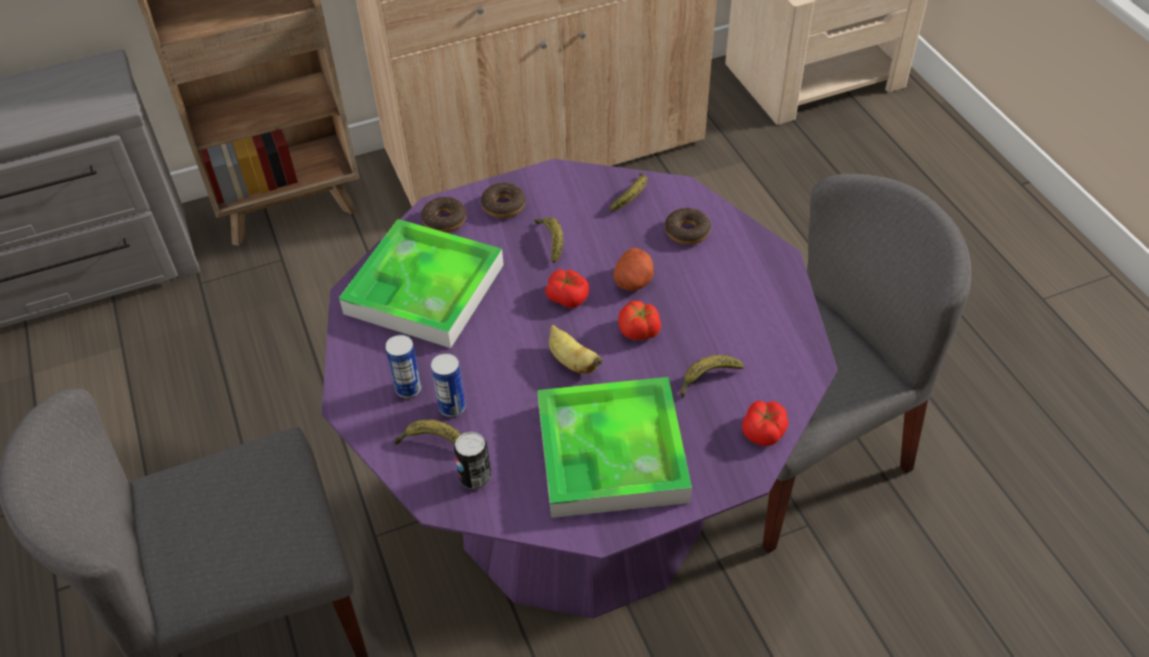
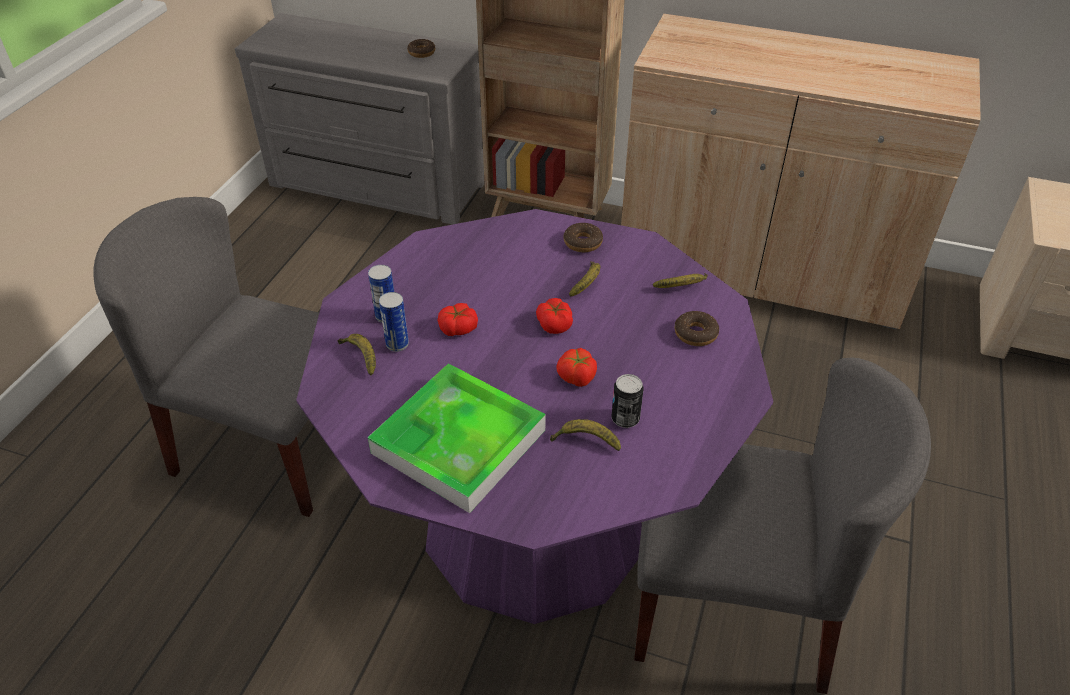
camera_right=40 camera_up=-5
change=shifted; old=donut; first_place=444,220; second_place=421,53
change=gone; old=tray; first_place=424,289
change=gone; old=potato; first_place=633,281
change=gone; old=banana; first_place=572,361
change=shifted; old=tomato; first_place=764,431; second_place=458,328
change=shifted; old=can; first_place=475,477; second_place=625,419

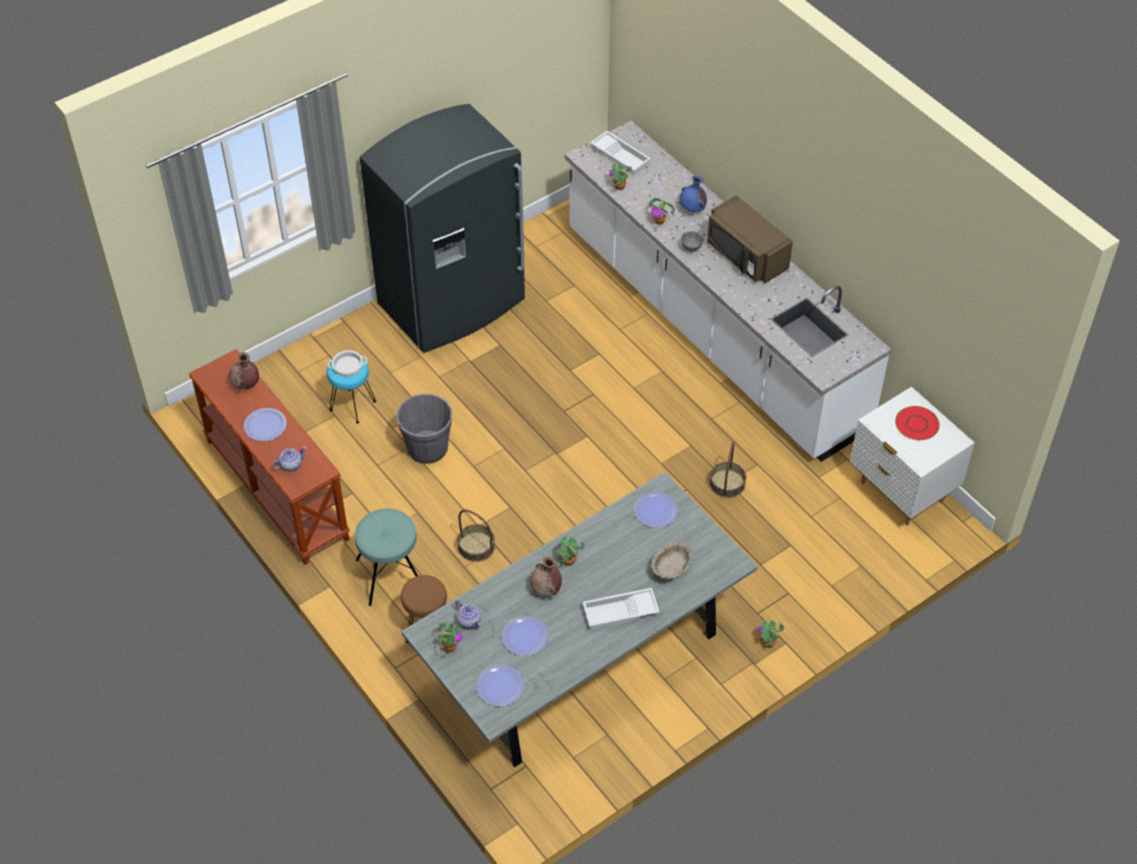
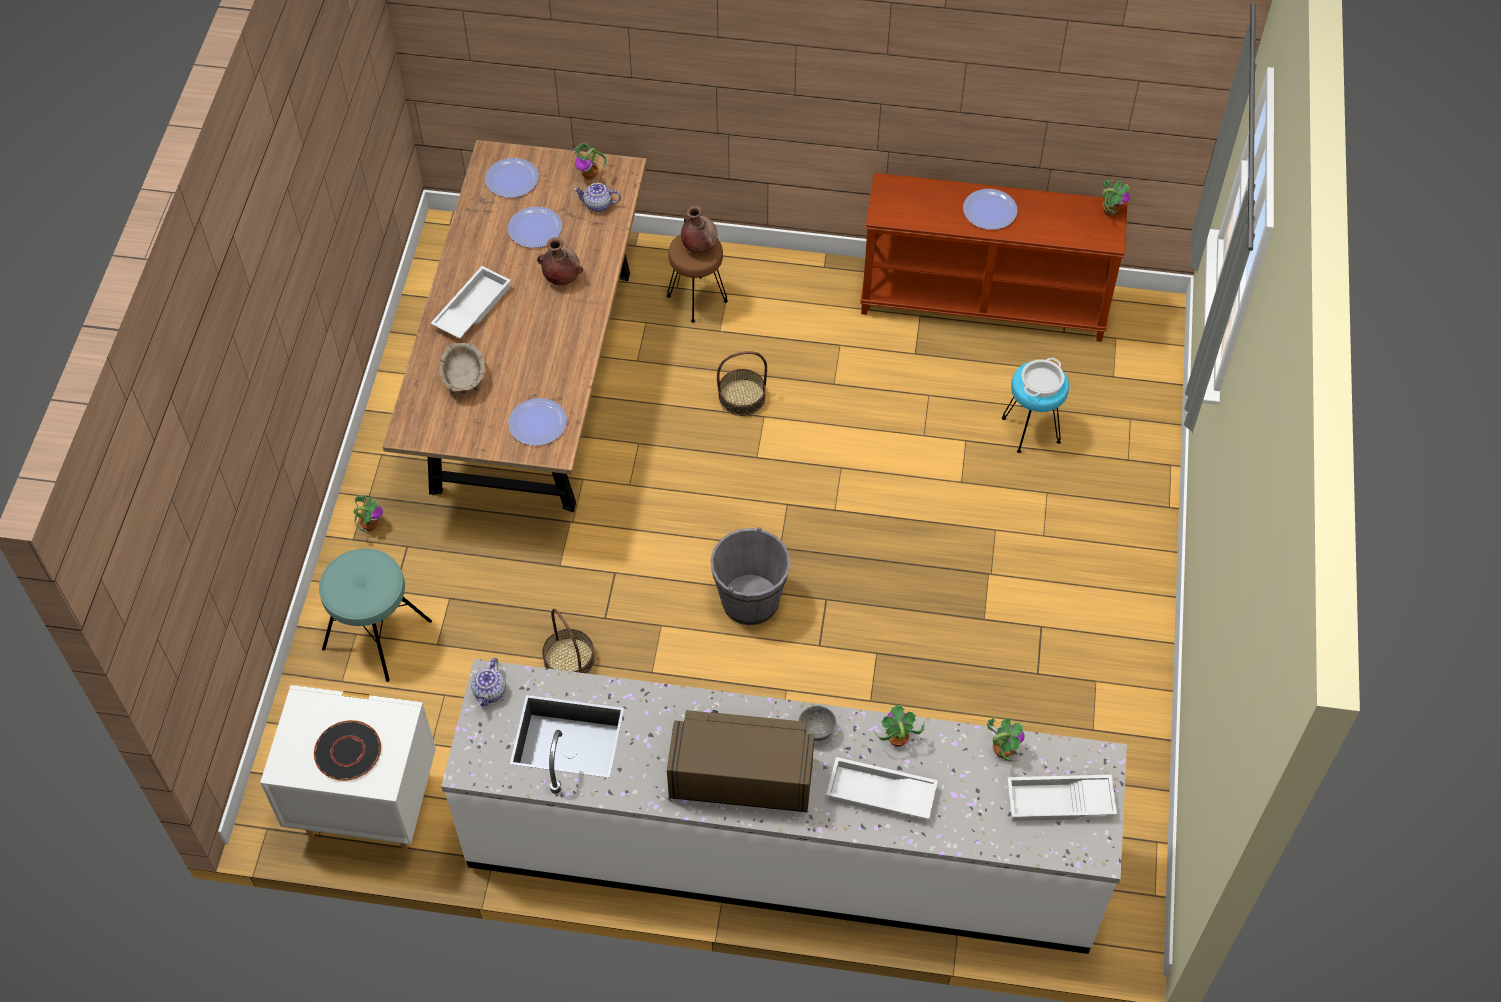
camera_right=135 camera_up=5
change=gone; old=fridge (grey); first_place=453,304
change=swapped; old=vase (blue); new=tray (white); first_place=692,209; second_place=879,795
change=shifted; old=vase (brown); first_place=246,384; second_place=699,246
change=shifted; old=bucket (grey); first_place=427,448; second_place=750,601
change=repainted; old=plate (red); new=plate (black); first_place=917,424; second_place=347,752
change=shifted; old=teapot; first_place=291,465; second_place=490,692
change=repainted; old=dining table (grey); new=dining table (brown); first_place=581,658; second_place=534,379
change=shifted; old=stool (turquoise); first_place=390,575; second_place=377,634
change=shifted; old=potted plant; first_place=568,561; second_place=1109,211

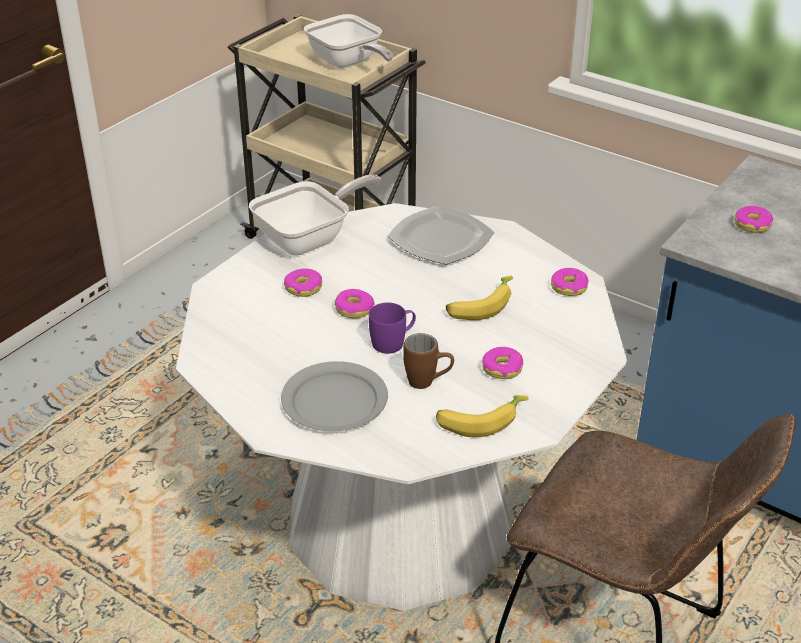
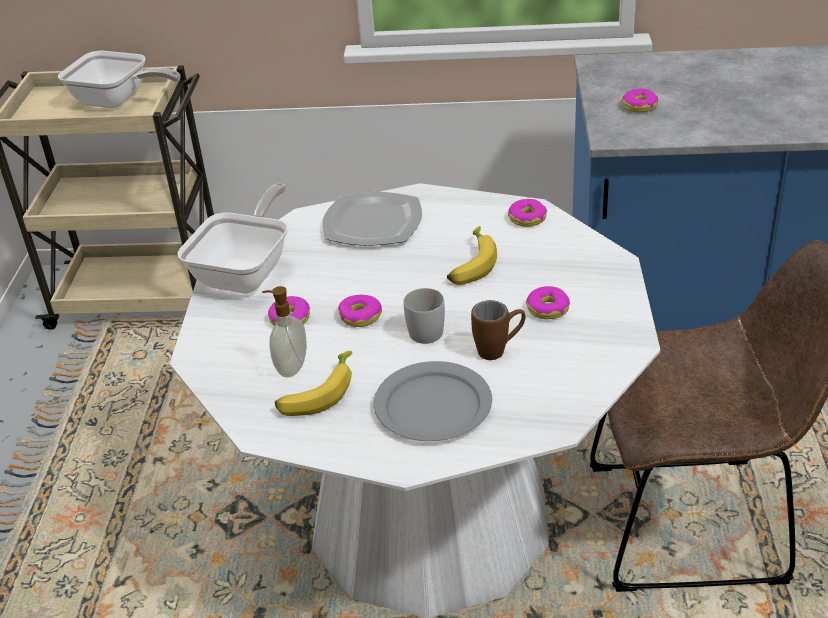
camera_right=-30 camera_up=0
change=repainted; old=mug (purple); new=mug (white); first_place=393,342; second_place=429,329
change=shifted; old=banana; first_place=480,420; second_place=317,393
change=new; new=soap dispenser; second_place=290,367

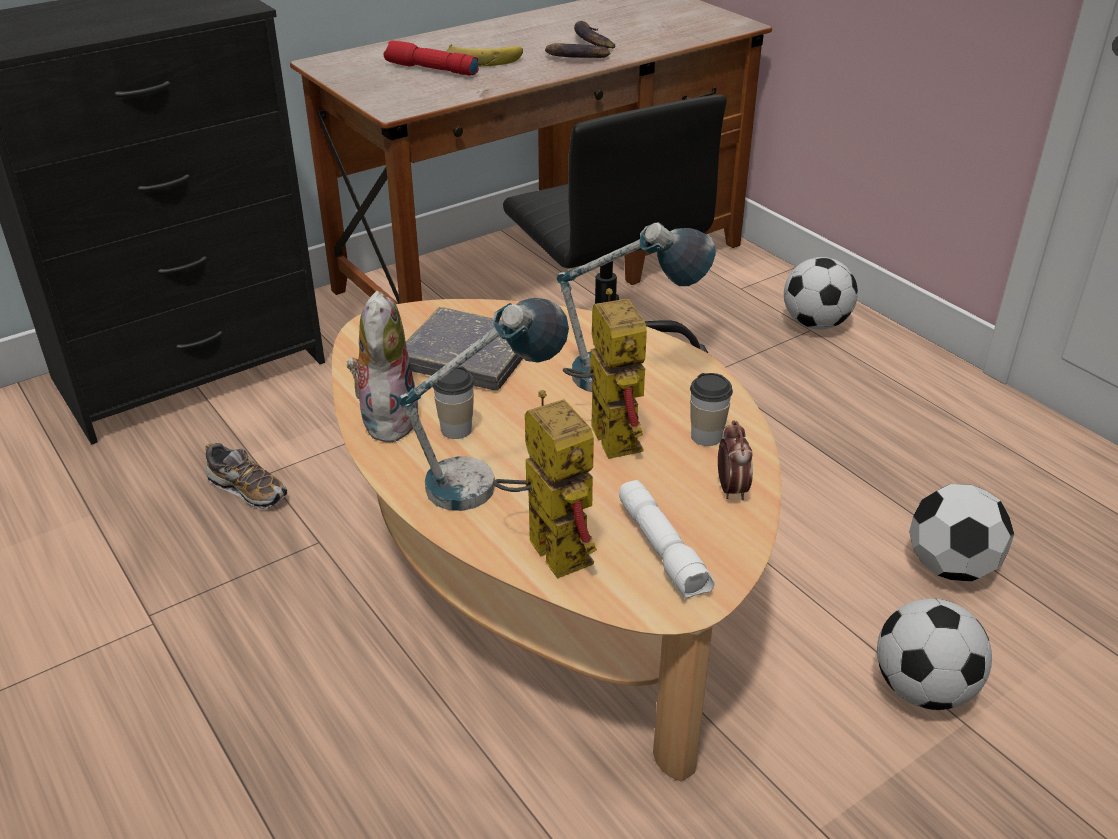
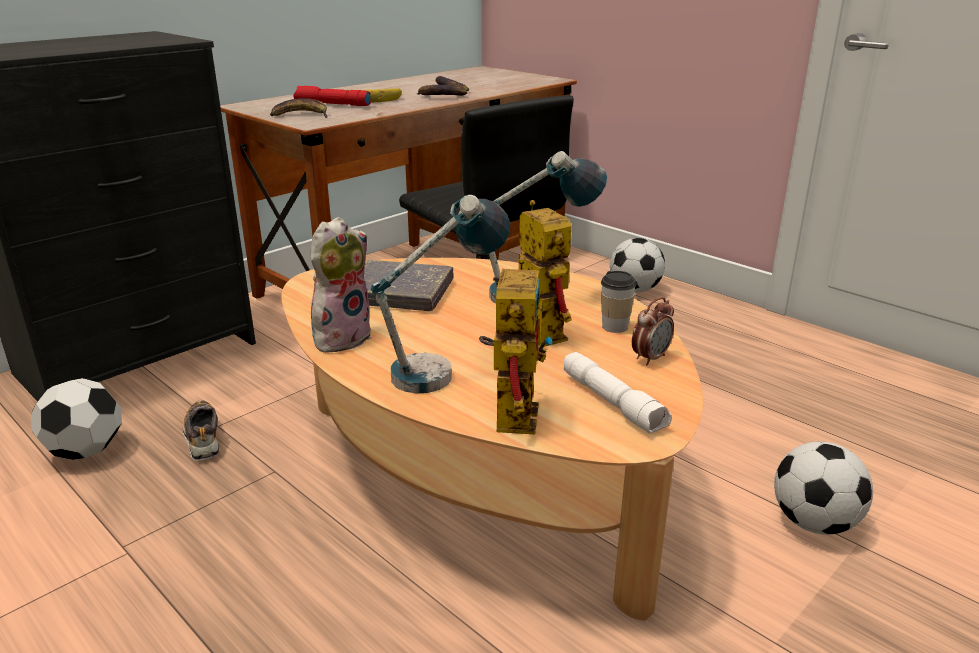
camera_right=-10 camera_up=-10
change=rotated; old=plush toy; first_place=387,419; second_place=342,337; degrees=45
change=gone; old=cup; first_place=456,429
change=rotated; old=toy robot; first_place=547,545; second_place=512,410; degrees=45
change=rotated; old=alarm clock; first_place=731,489; second_place=650,358; degrees=60
change=rotated; old=shoe; first_place=248,490; second_place=203,439; degrees=-135
change=shifted; old=football; first_place=951,567; second_place=86,451
change=new; new=banana; second_place=301,115

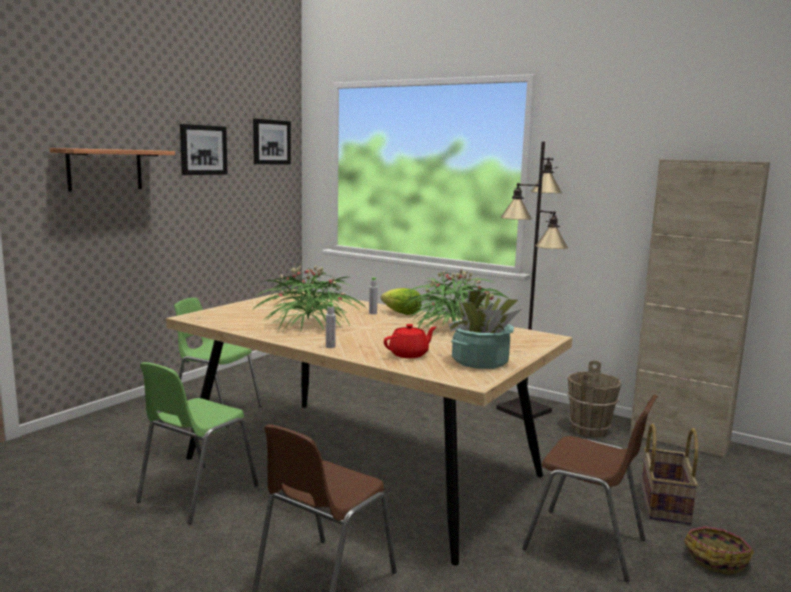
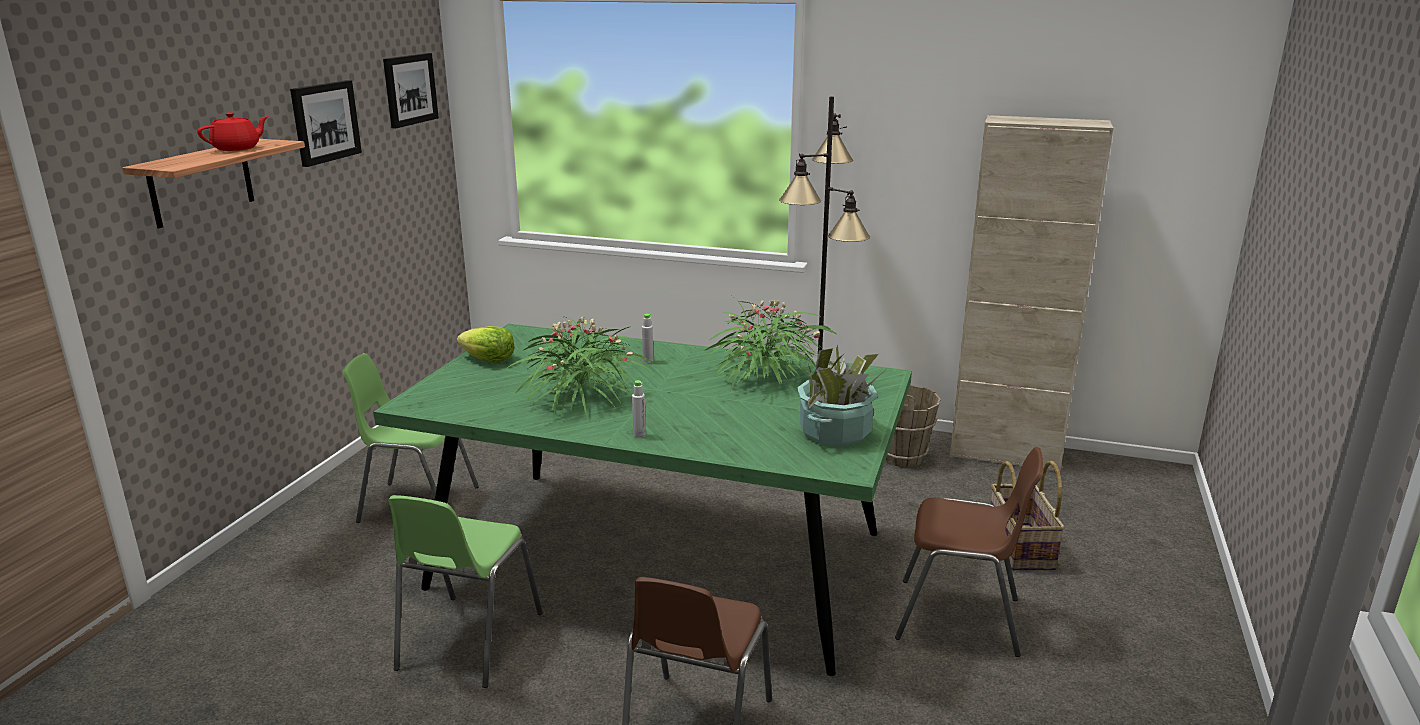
camera_right=-15 camera_up=10
change=shifted; old=lettuce; first_place=401,313; second_place=488,360
change=repainted; old=dining table (beige); new=dining table (green); first_place=360,467; second_place=657,560
change=shifted; old=teapot (red); first_place=409,354; second_place=237,148
change=gone; old=basket; first_place=716,558

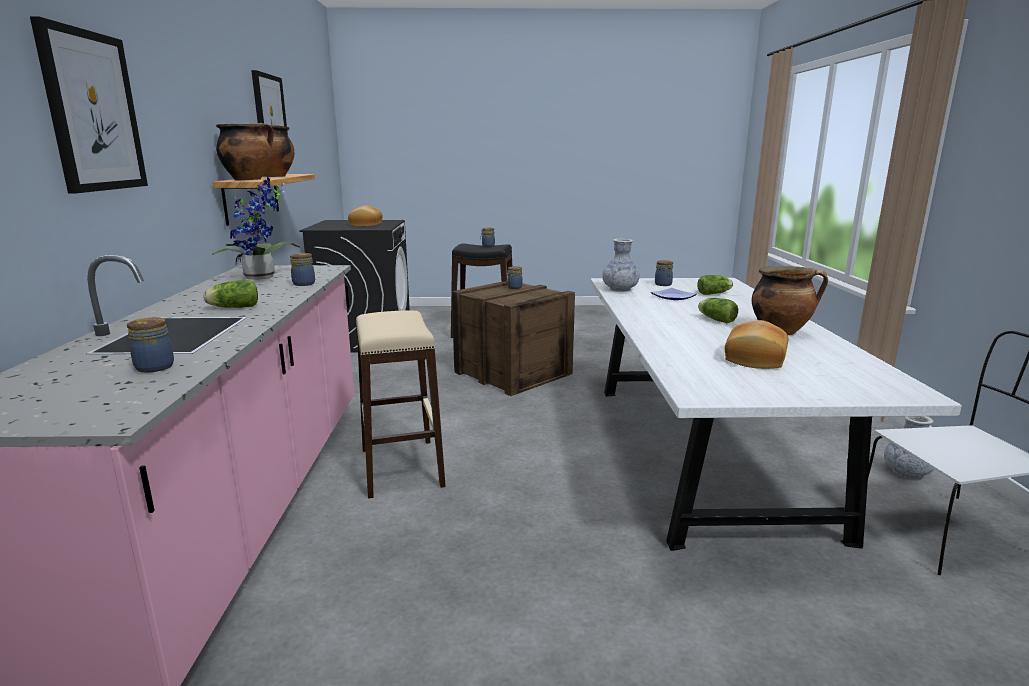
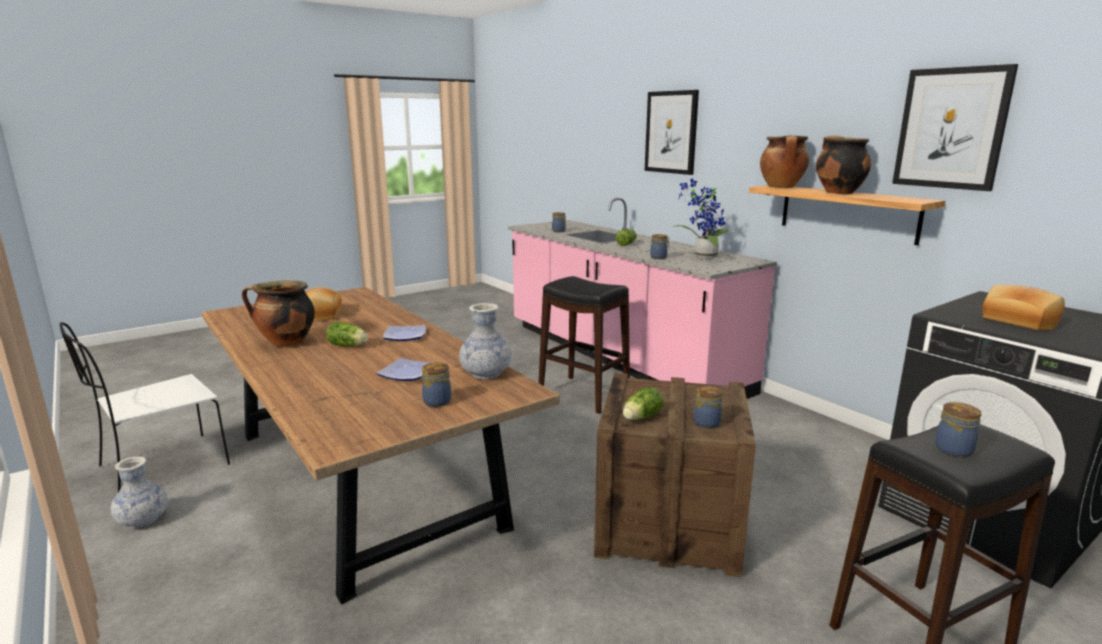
camera_right=145 camera_up=0
change=shifted; old=lettuce; first_place=714,293; second_place=640,417
change=repainted; old=dining table (white); new=dining table (brown); first_place=702,451; second_place=362,478
change=repainted; old=stool (beige); new=stool (black); first_place=401,467; second_place=584,394
change=new; new=plate; second_place=405,336

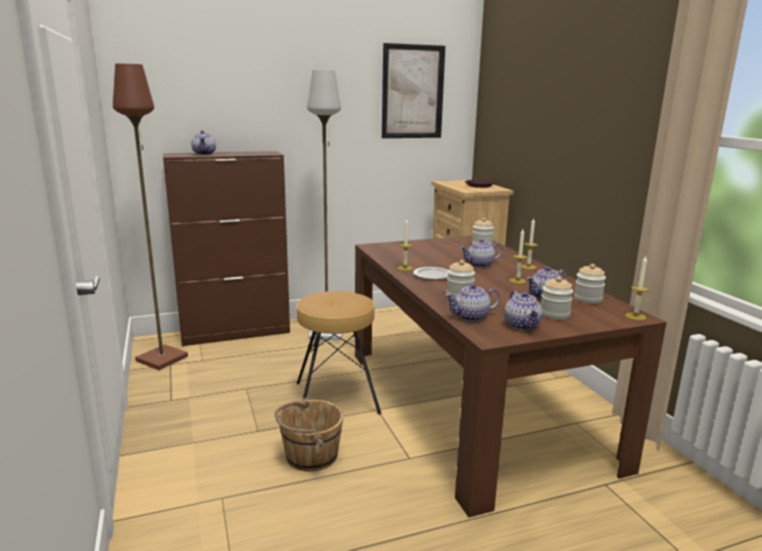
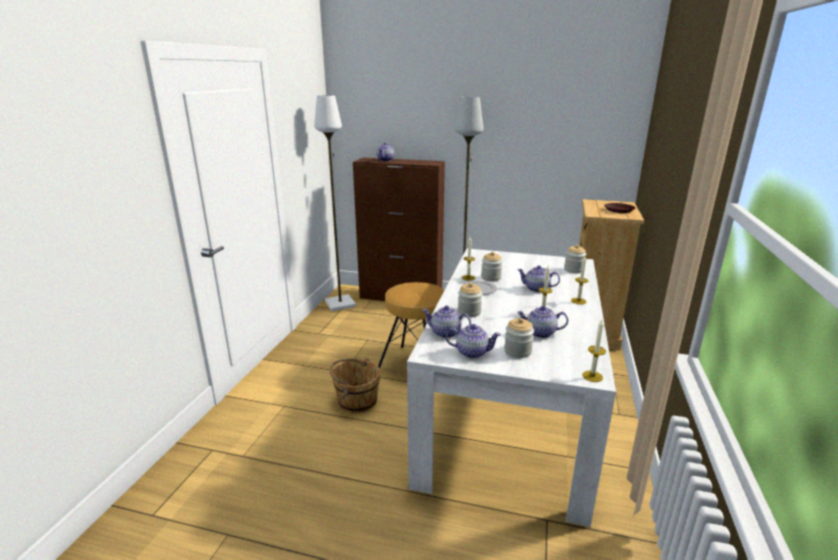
camera_right=35 camera_up=5
change=gone; old=picture; first_place=412,92
change=repainted; old=floor lamp (brown); new=floor lamp (white); first_place=162,358; second_place=340,303
change=repainted; old=dining table (brown); new=dining table (white); first_place=472,405; second_place=510,409
change=shifted; old=jar; first_place=587,299; second_place=491,277
change=rotated; old=teapot; first_place=522,325; second_place=472,352; degrees=-105

